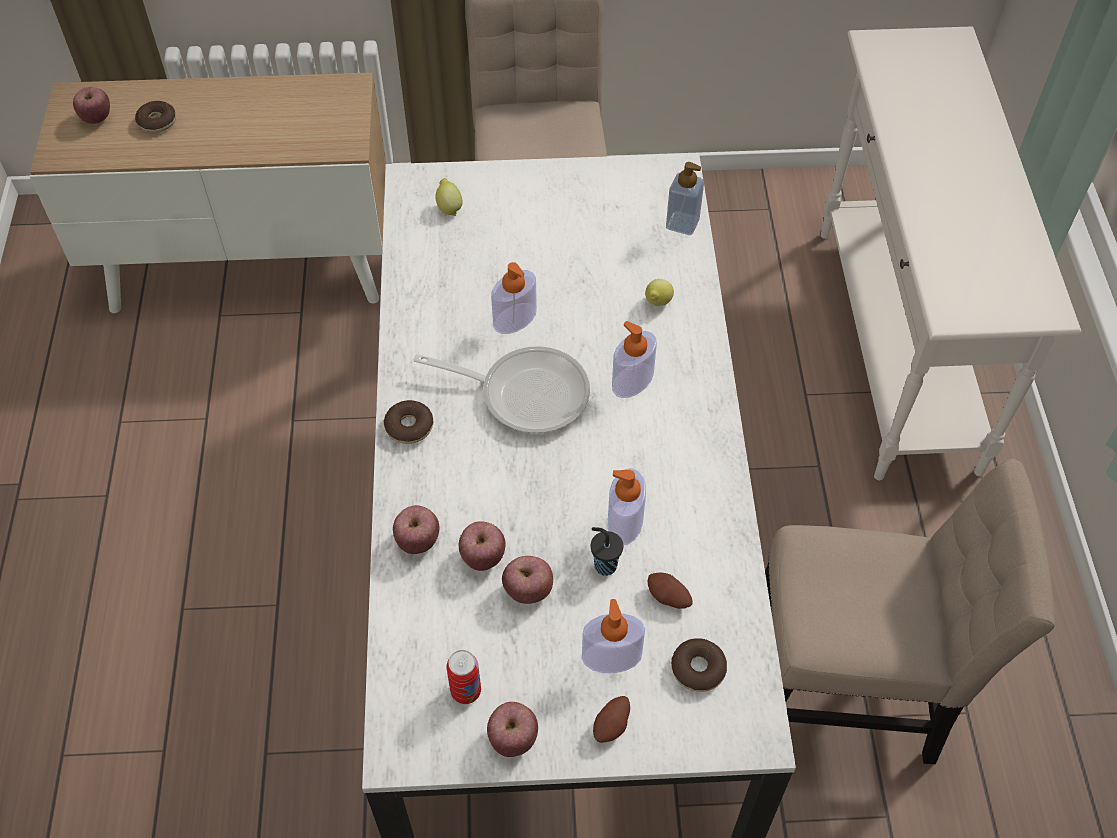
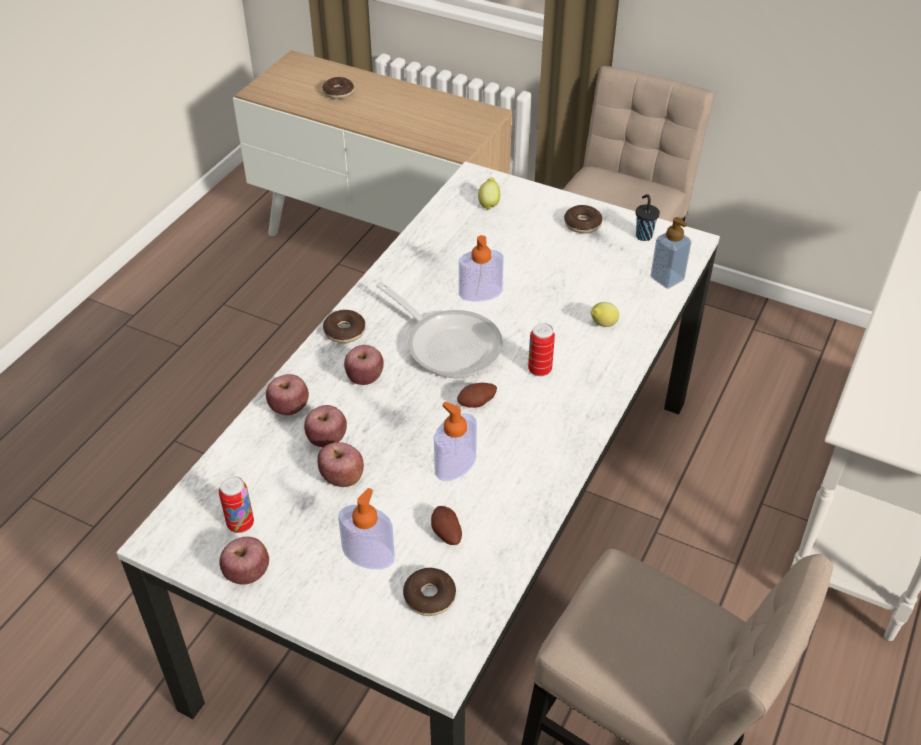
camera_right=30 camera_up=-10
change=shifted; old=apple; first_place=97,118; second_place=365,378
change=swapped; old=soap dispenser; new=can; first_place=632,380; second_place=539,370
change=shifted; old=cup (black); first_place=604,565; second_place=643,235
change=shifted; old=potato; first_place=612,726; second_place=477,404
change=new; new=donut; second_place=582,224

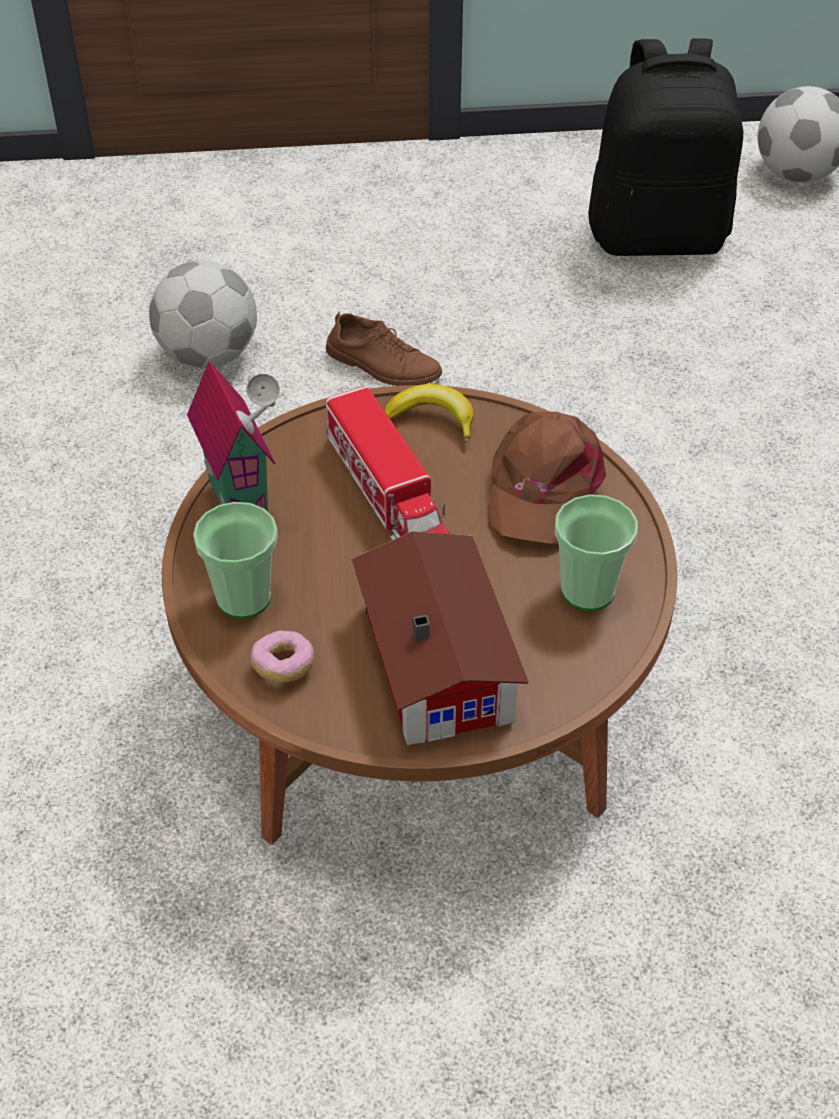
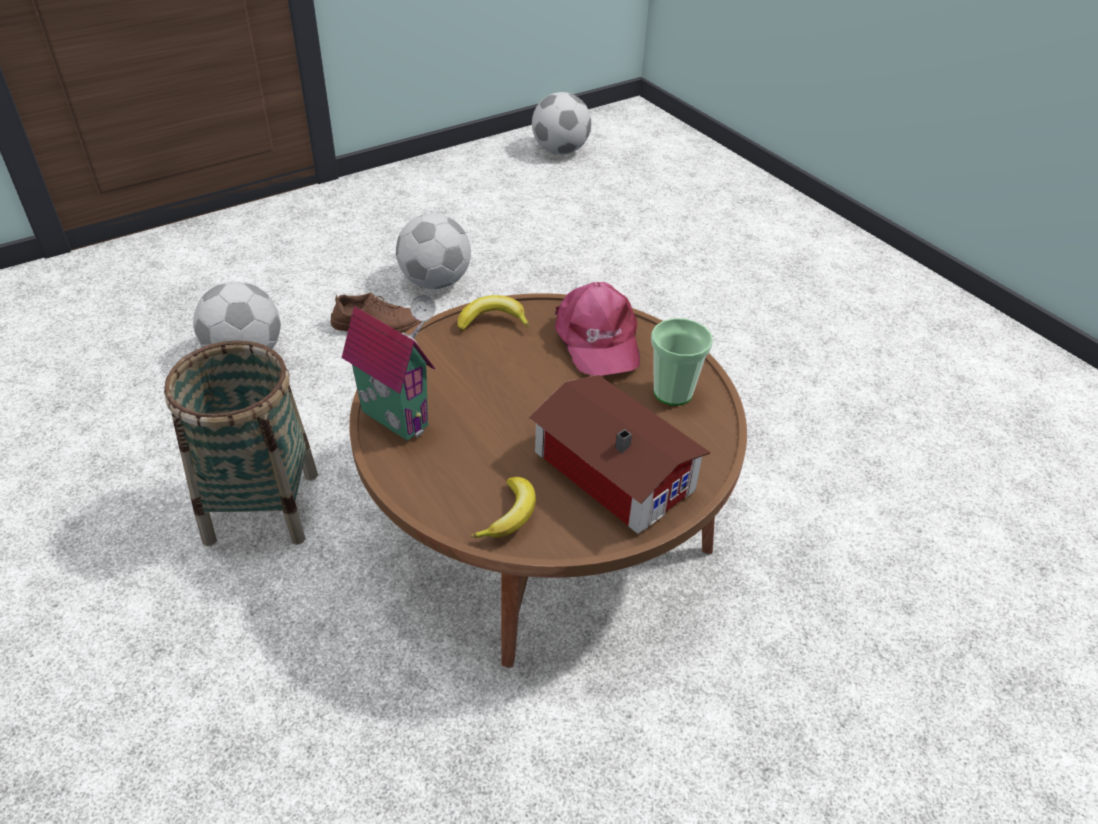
camera_right=-30 camera_up=-5
change=gone; old=backpack (black); first_place=658,235
change=gone; old=toy truck; first_place=388,496
change=repainted; old=cap (brown); new=cap (pink); first_place=543,487; second_place=597,339
change=gone; old=cup; first_place=243,598
change=swapped; old=donut; new=banana; first_place=283,665; second_place=510,515
change=new; new=football; second_place=434,282
change=new; new=basket; second_place=262,506

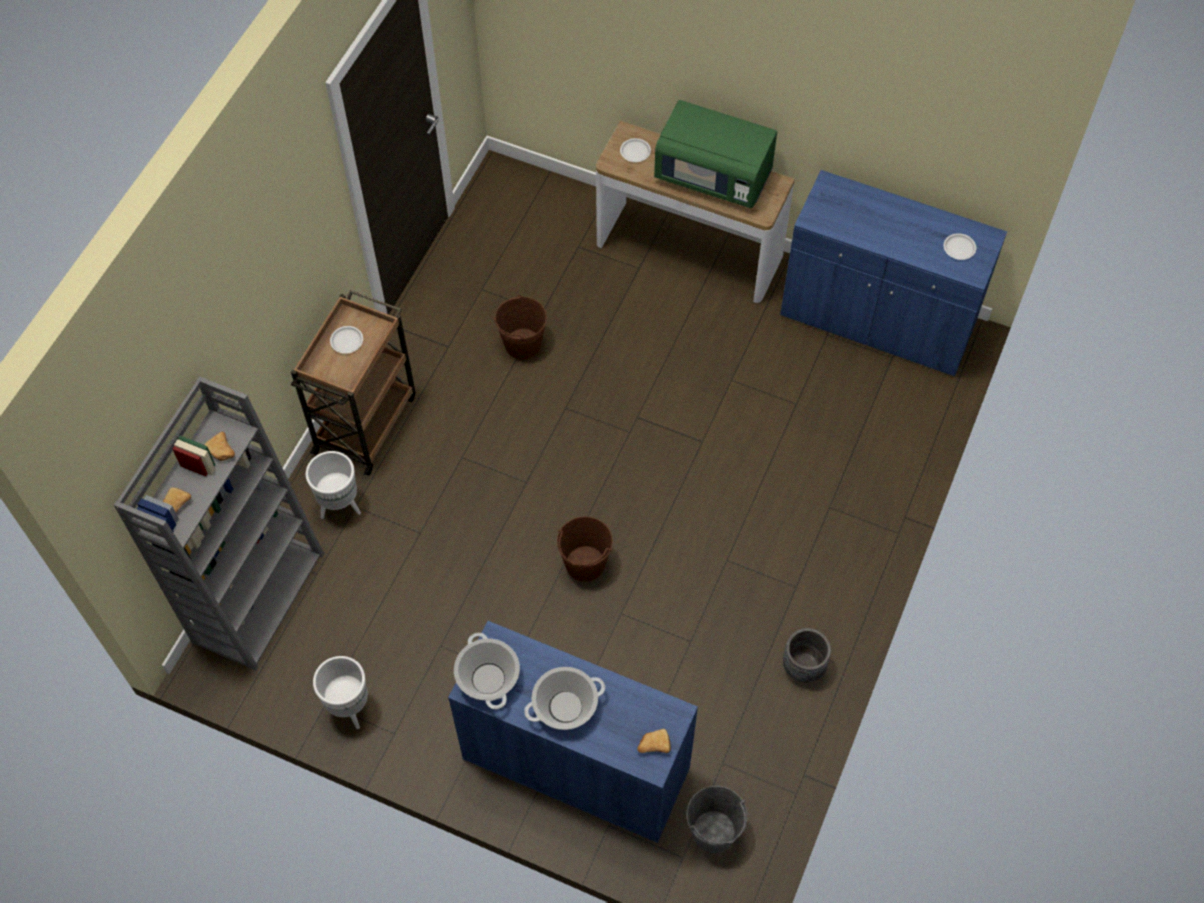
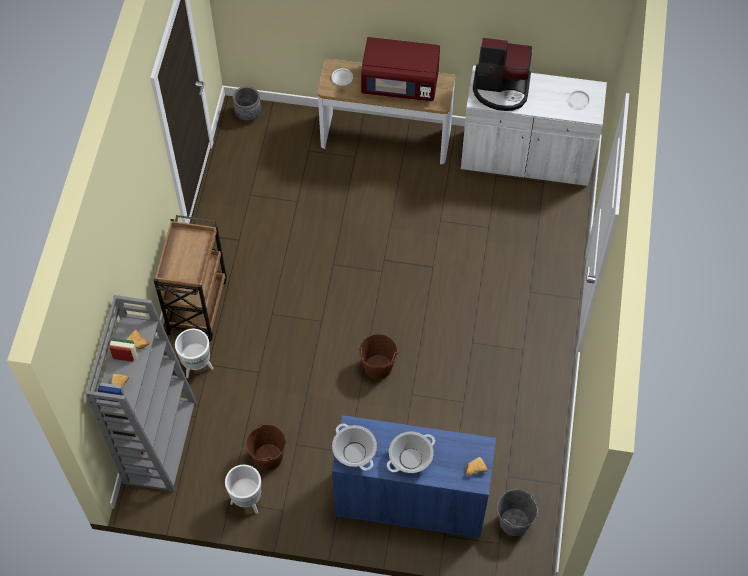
camera_right=-15 camera_up=0
change=repainted; old=microwave (green); new=microwave (red); first_place=713,175; second_place=400,83
change=repainted; old=cabinet (blue); new=cabinet (white); first_place=877,320; second_place=526,158
change=shifted; old=bucket (brown); first_place=522,344; second_place=268,457
change=gone; old=plate (white); first_place=346,341
change=shifted; old=planter (grey); first_place=803,666; second_place=248,114
change=new; new=coffee machine; second_place=501,89

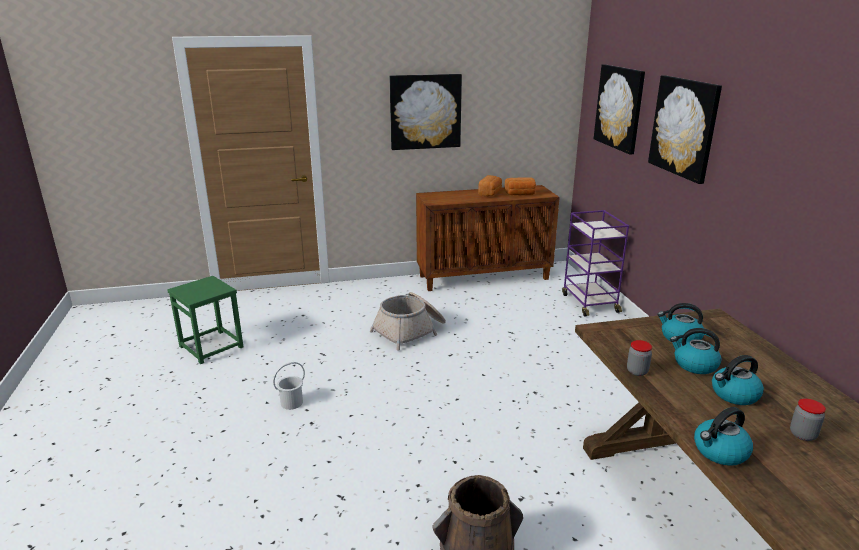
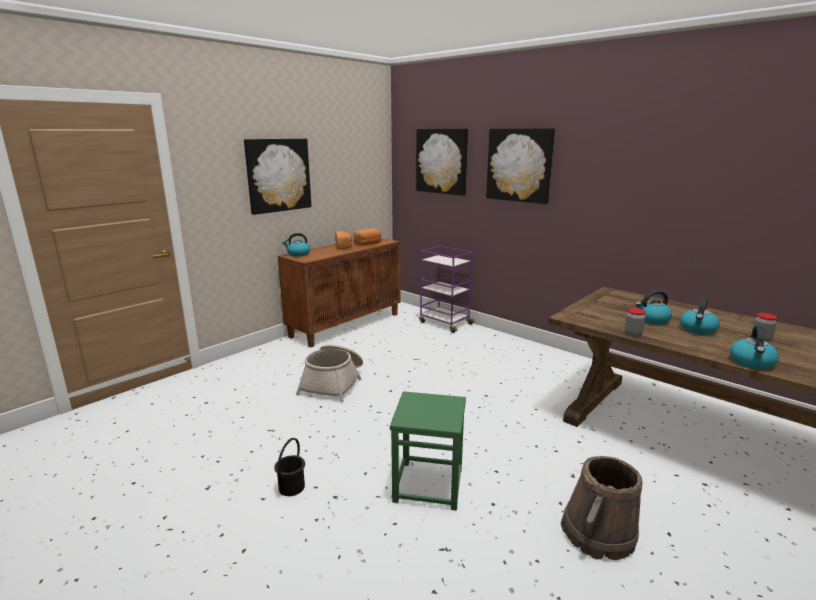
camera_right=-35 camera_up=-5
change=shifted; old=stool (green); first_place=212,347; second_place=428,484
change=shifted; old=kettle; first_place=680,337; second_place=298,254
change=repainted; old=bucket (white); new=bucket (black); first_place=291,402; second_place=291,487

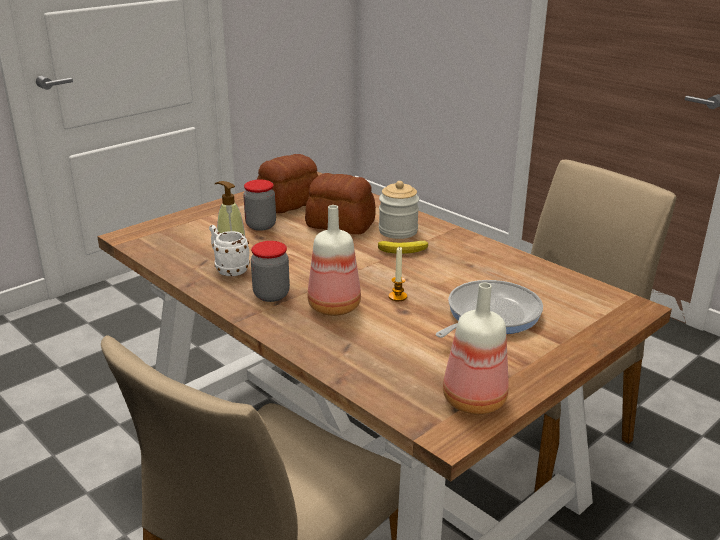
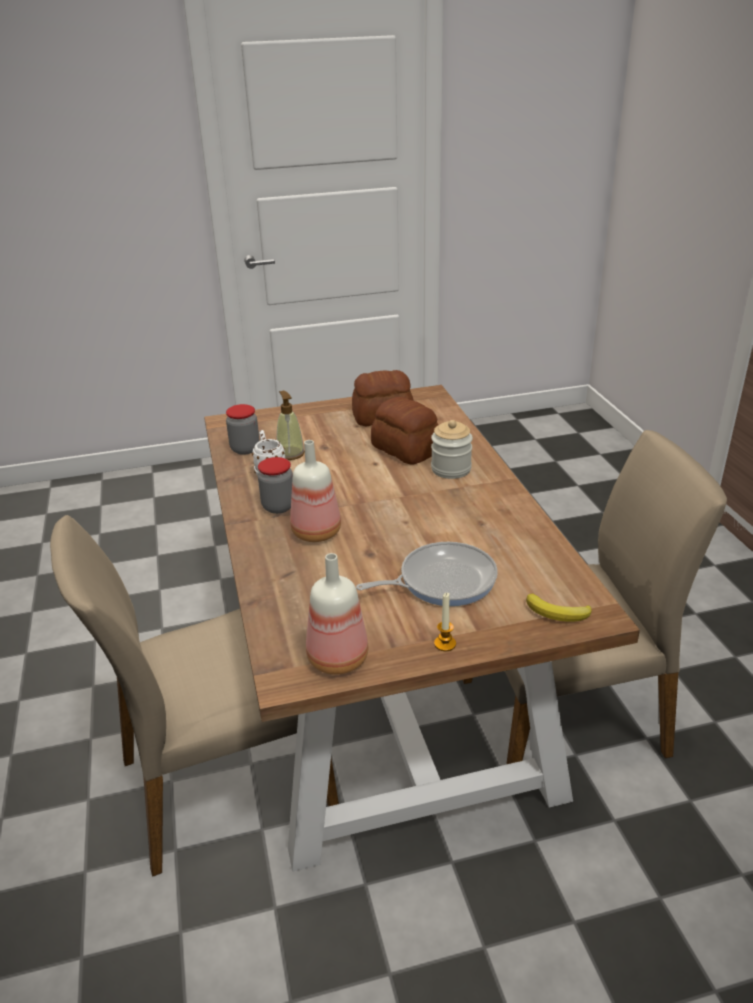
camera_right=30 camera_up=5
change=shifted; old=jar; first_place=261,226; second_place=245,449
change=shifted; old=banana; first_place=405,250; second_place=558,613
change=shifted; old=candle; first_place=397,296; second_place=445,644

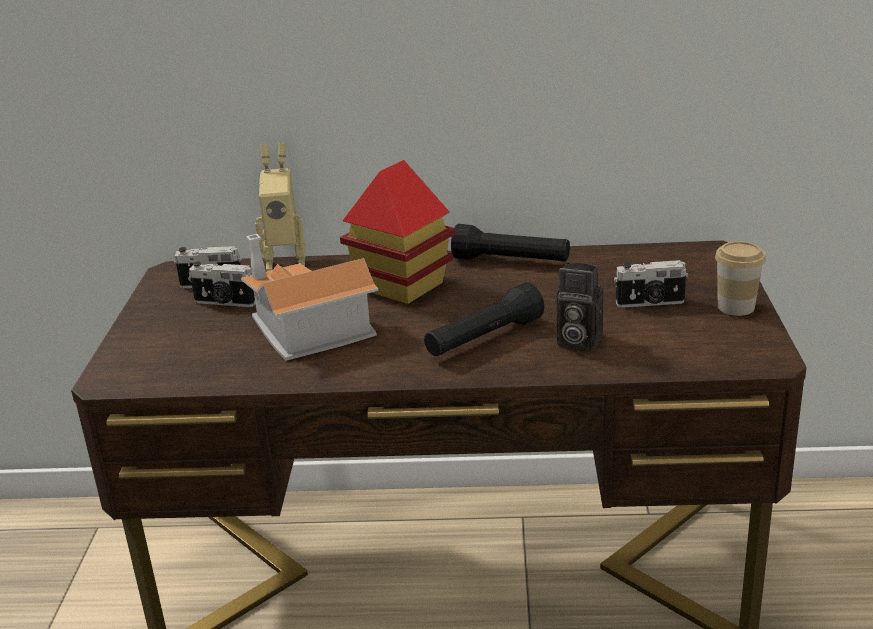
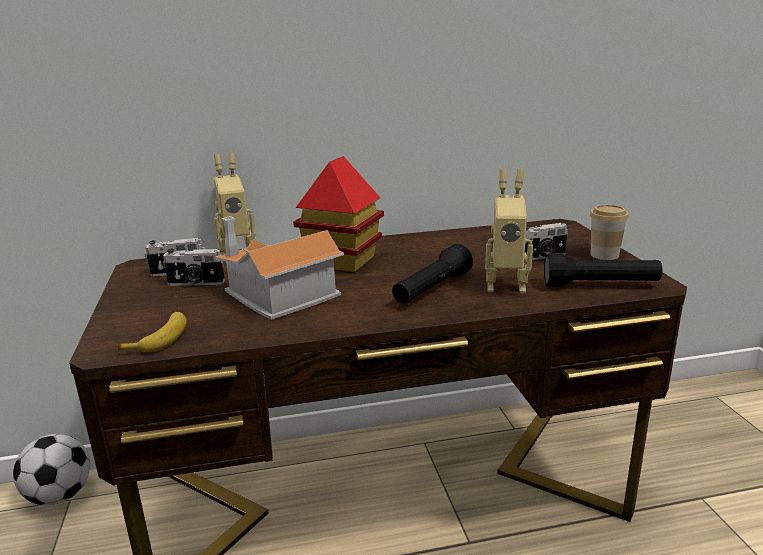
camera_right=-15 camera_up=-5
change=shifted; old=flashlight (black); first_place=511,261; second_place=600,285
change=swapped; old=photo camera; new=toy robot; first_place=576,341; second_place=505,285
change=new; new=banana; second_place=160,338
change=new; new=football; second_place=60,495

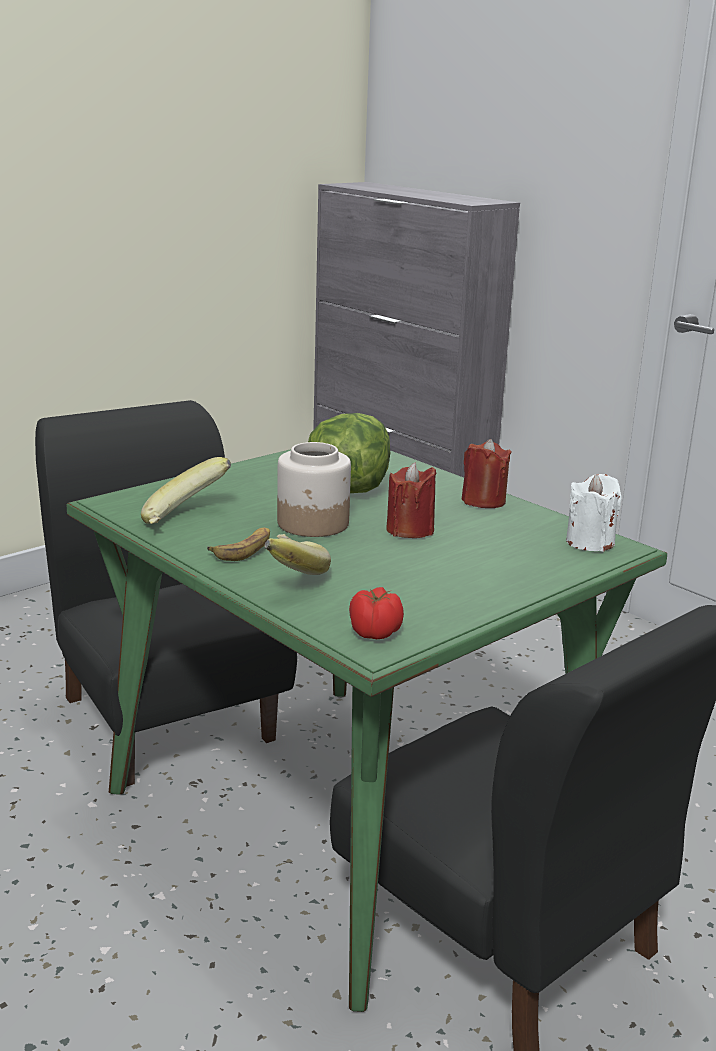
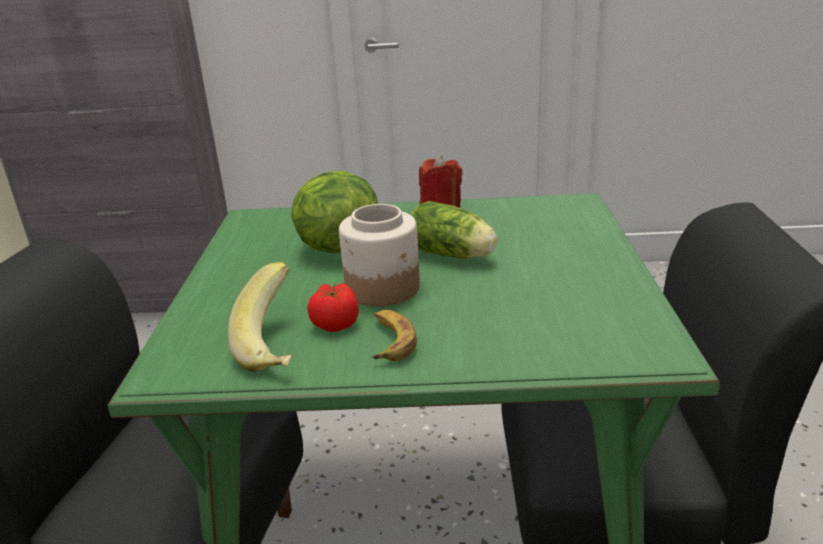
camera_right=-45 camera_up=5
change=swapped; old=candle (red); new=lettuce; first_place=410,530; second_place=454,255
change=gone; old=candle (white); first_place=590,542
change=gone; old=banana; first_place=287,576
change=shifted; old=tomato; first_place=374,632; second_place=334,324

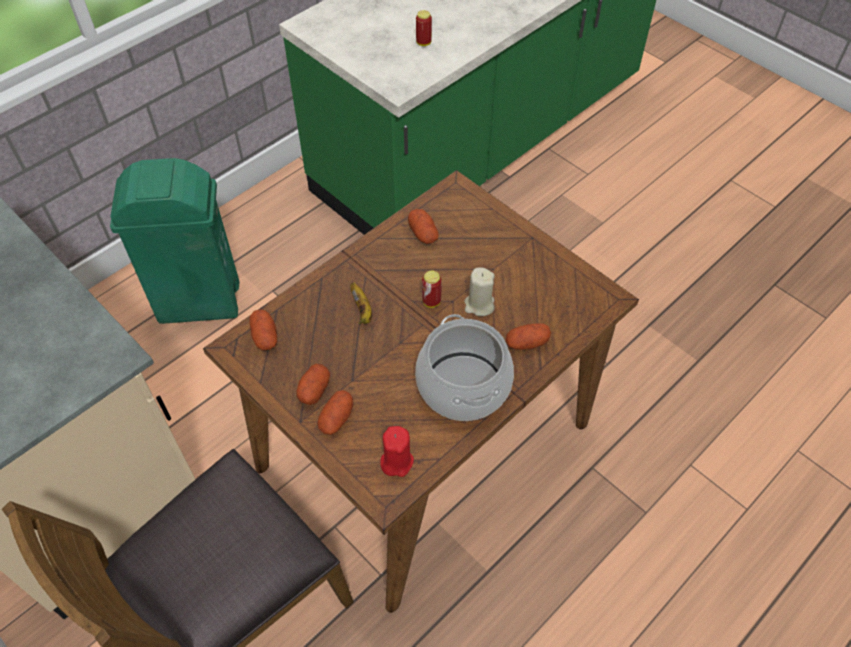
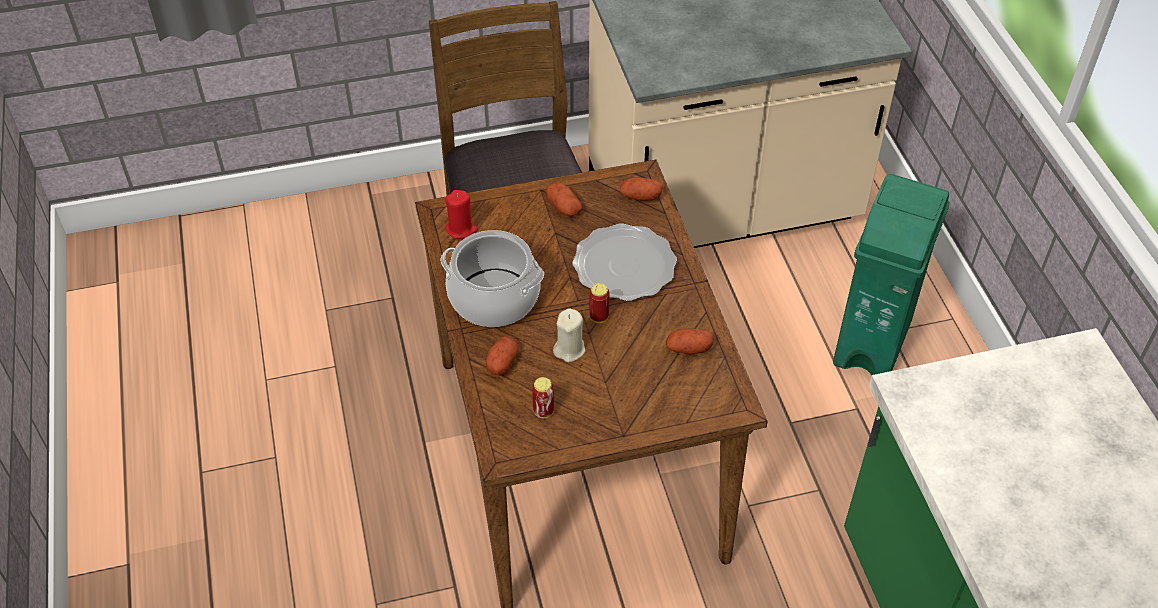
camera_right=120 camera_up=-5
change=shifted; old=can; first_place=423,43; second_place=543,411
change=swapped; old=banana; new=plate; first_place=362,310; second_place=623,266
change=gone; old=potato; first_place=336,418

